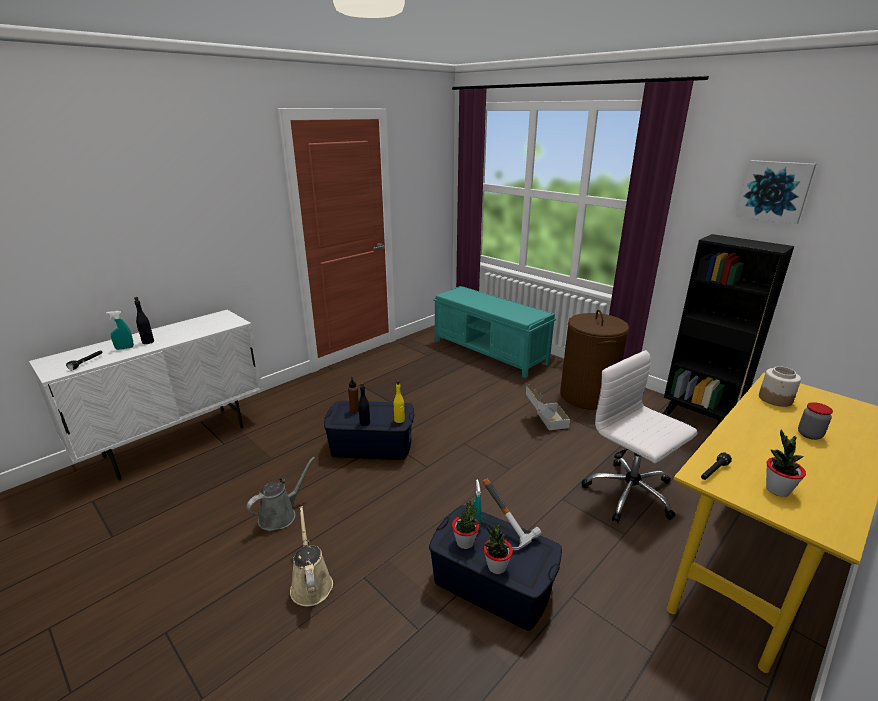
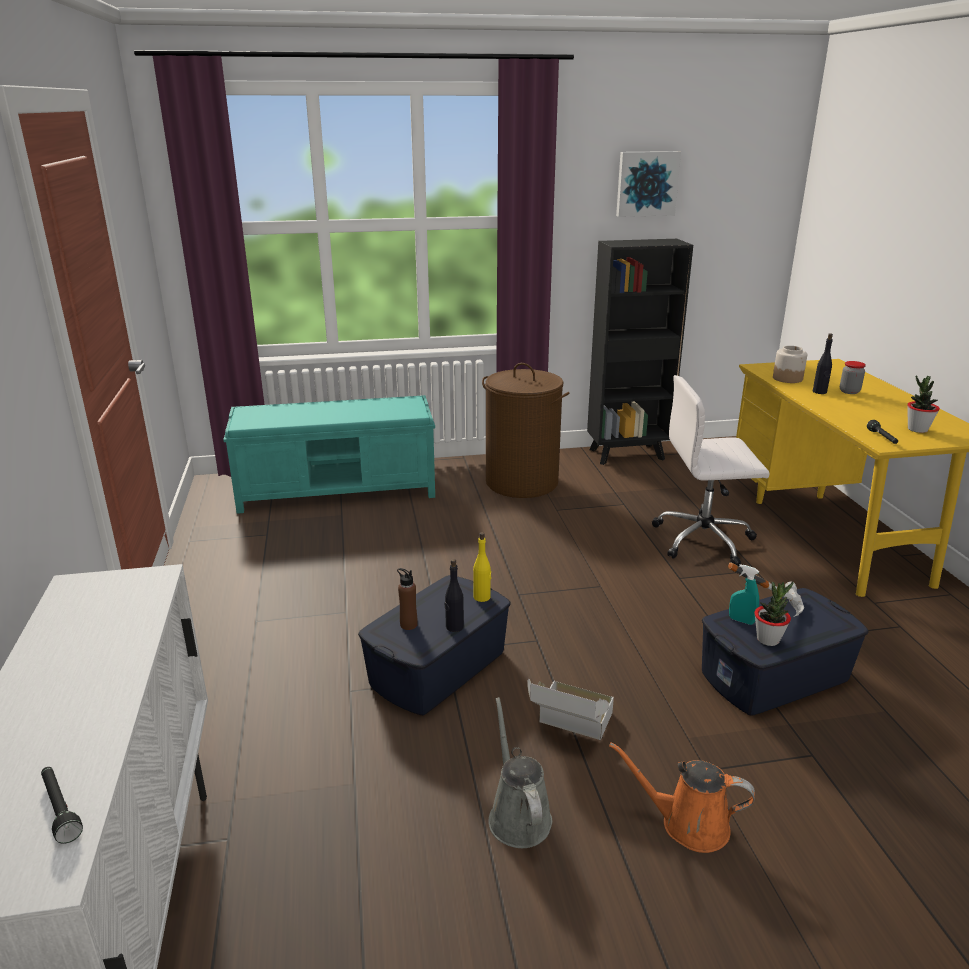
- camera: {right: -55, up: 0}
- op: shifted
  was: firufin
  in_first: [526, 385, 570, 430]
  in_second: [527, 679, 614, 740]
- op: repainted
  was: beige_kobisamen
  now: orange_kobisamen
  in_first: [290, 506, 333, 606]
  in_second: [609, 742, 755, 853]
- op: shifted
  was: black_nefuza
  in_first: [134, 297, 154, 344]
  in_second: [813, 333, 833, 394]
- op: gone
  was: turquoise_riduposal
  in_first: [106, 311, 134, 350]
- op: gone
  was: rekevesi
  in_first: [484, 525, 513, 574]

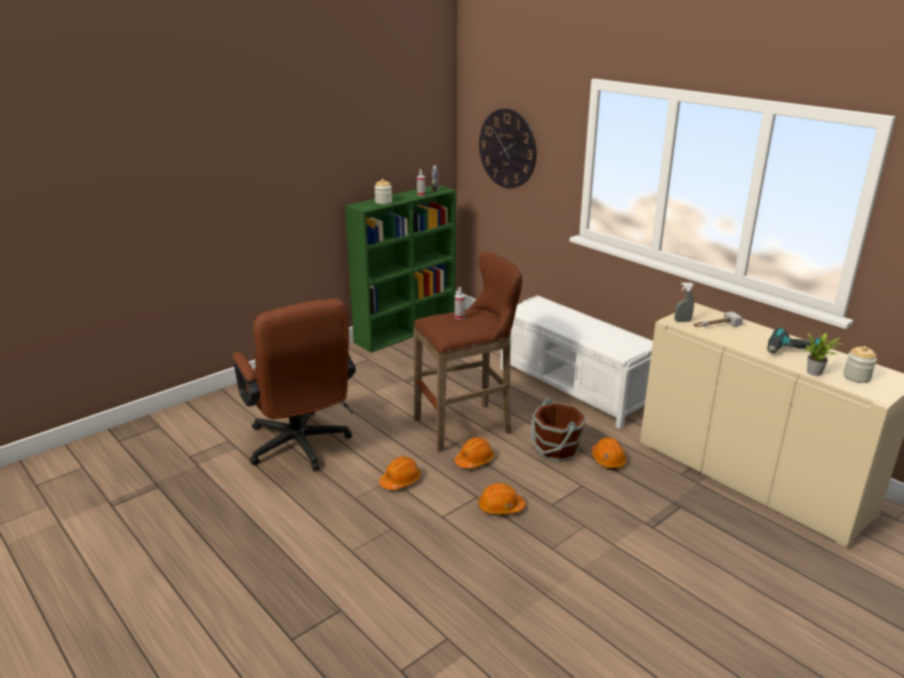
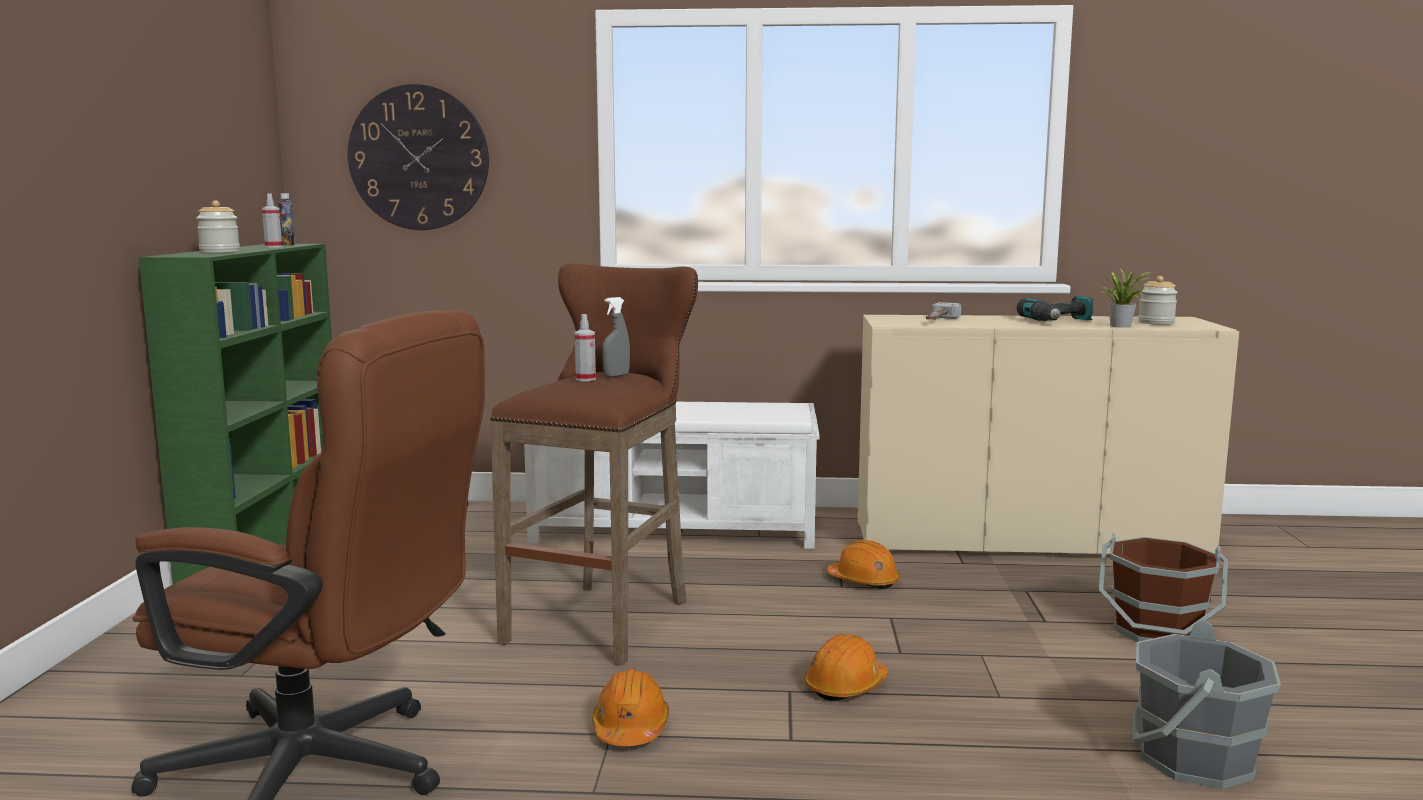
- camera: {right: -45, up: -15}
- op: shifted
  was: grey_riduposal
  in_first: [674, 282, 694, 322]
  in_second: [602, 297, 630, 377]
- op: shifted
  was: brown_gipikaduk
  in_first: [531, 398, 587, 462]
  in_second: [1099, 533, 1228, 642]
- op: new
  now: grey_gipikaduk
  in_second: [1132, 620, 1281, 789]
- op: gone
  was: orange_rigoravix
  in_first: [455, 437, 494, 469]

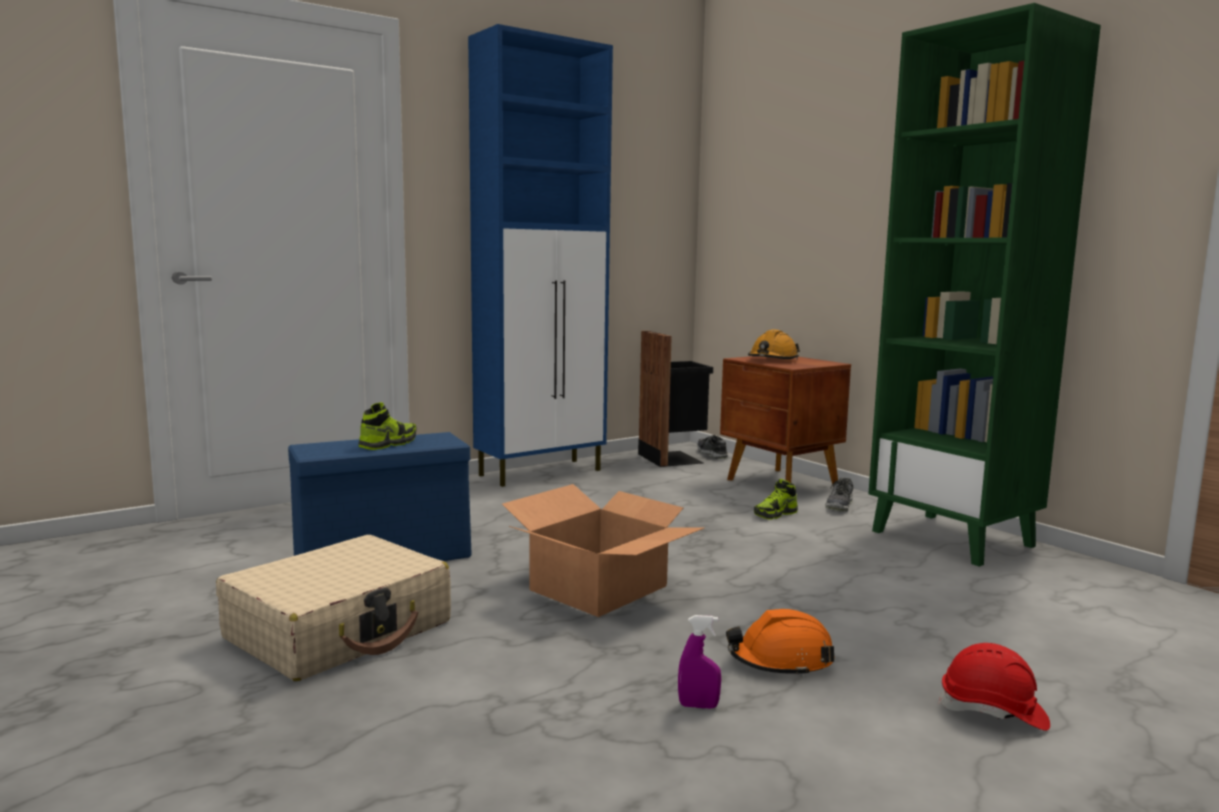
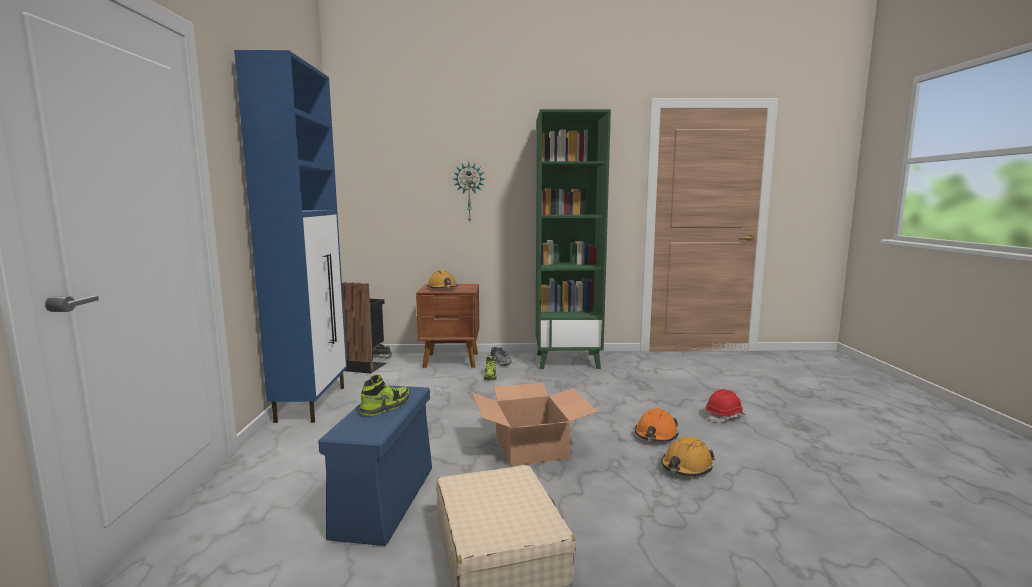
- camera: {right: -55, up: 0}
- op: rotated
  was: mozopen
  in_first: [359, 402, 416, 450]
  in_second: [359, 374, 409, 416]
  clockwise: 60
- op: new
  now: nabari
  in_second: [453, 162, 485, 223]
- op: swapped
  was: purple_riduposal
  now: orange_rigoravix
  in_first: [678, 615, 721, 709]
  in_second: [661, 437, 715, 476]

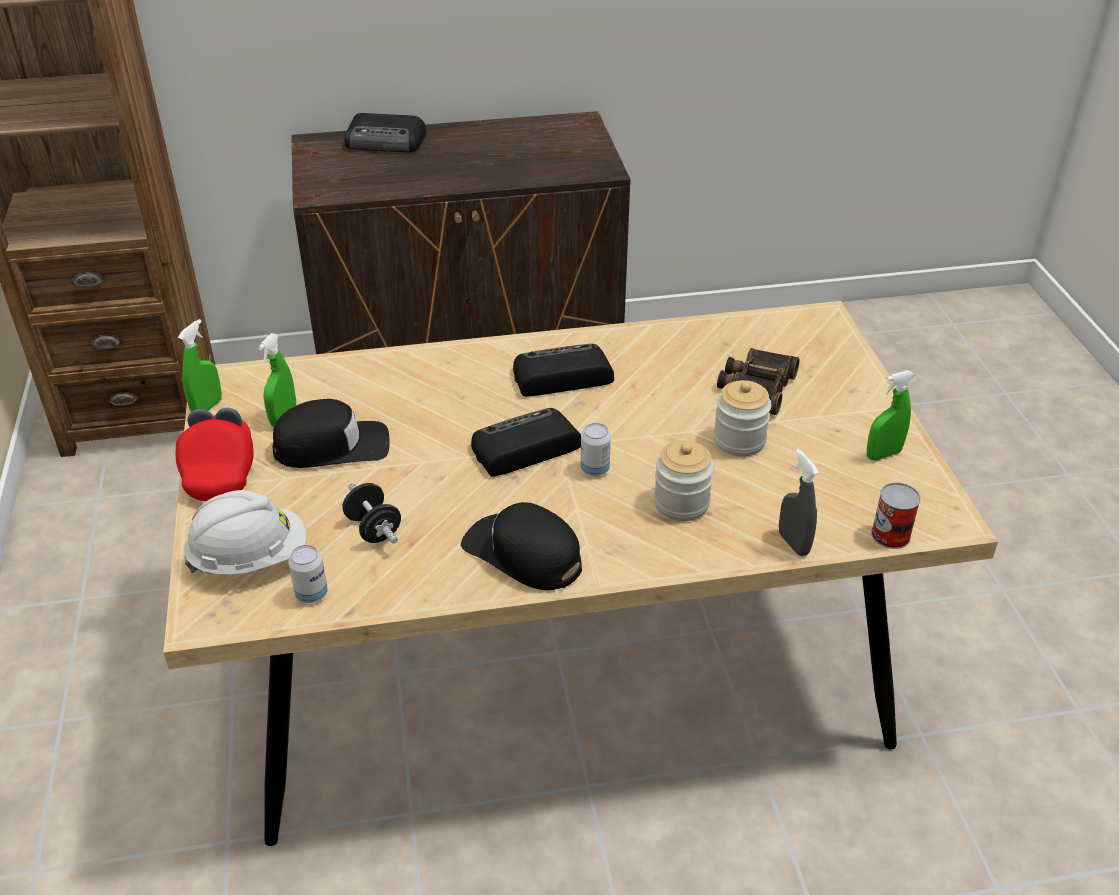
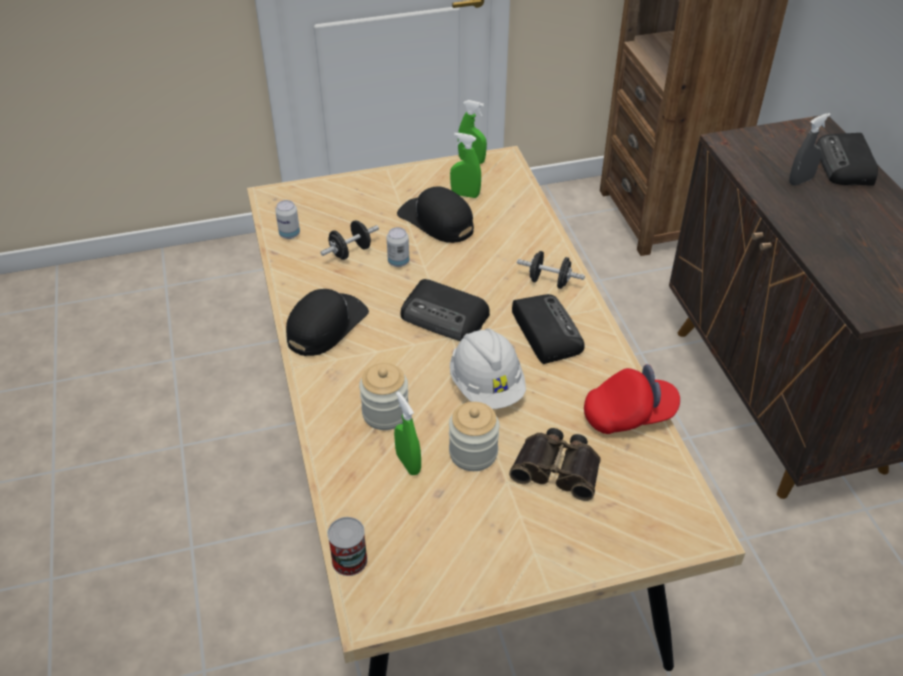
- camera: {right: 85, up: 5}
- op: shifted
  was: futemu
  in_first: [581, 423, 611, 476]
  in_second: [386, 227, 409, 267]
- op: shifted
  was: green_riduposal
  in_first: [867, 370, 914, 460]
  in_second: [394, 391, 421, 475]
- op: rotated
  was: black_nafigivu
  in_first: [272, 399, 390, 468]
  in_second: [397, 186, 474, 243]
  clockwise: 150
- op: rotated
  was: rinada
  in_first: [471, 408, 581, 477]
  in_second: [400, 279, 490, 341]
  clockwise: 150
- op: shifted
  was: white_rigoravix
  in_first: [184, 490, 306, 575]
  in_second: [450, 328, 526, 409]
- op: new
  now: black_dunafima
  in_second: [517, 251, 585, 289]
- op: shifted
  was: red_nafigivu
  in_first: [176, 408, 254, 501]
  in_second: [584, 364, 680, 434]
- op: shifted
  was: grey_riduposal
  in_first: [779, 449, 819, 556]
  in_second: [789, 113, 831, 185]

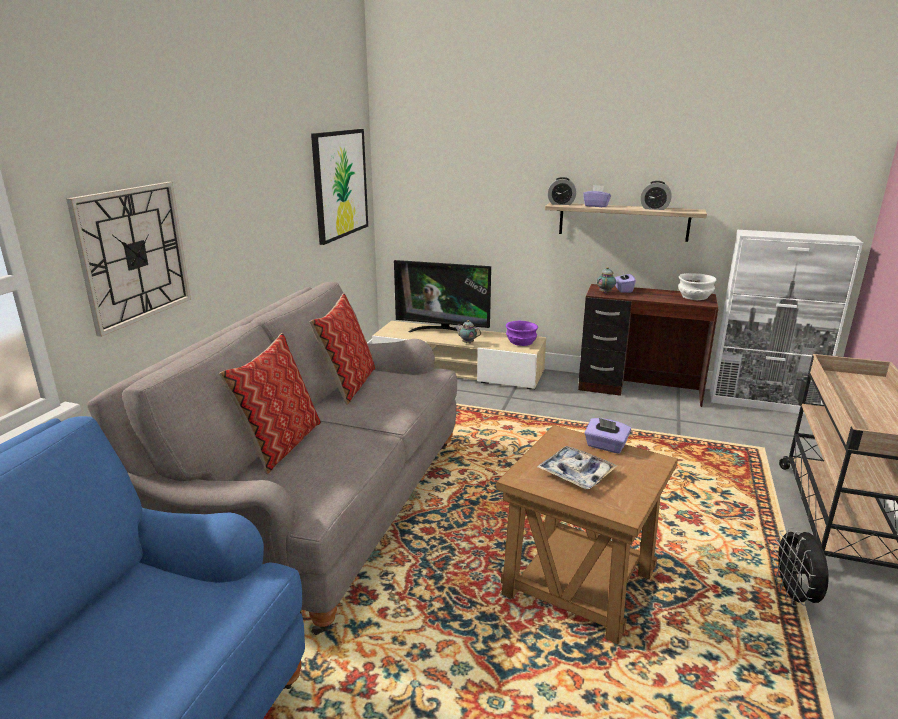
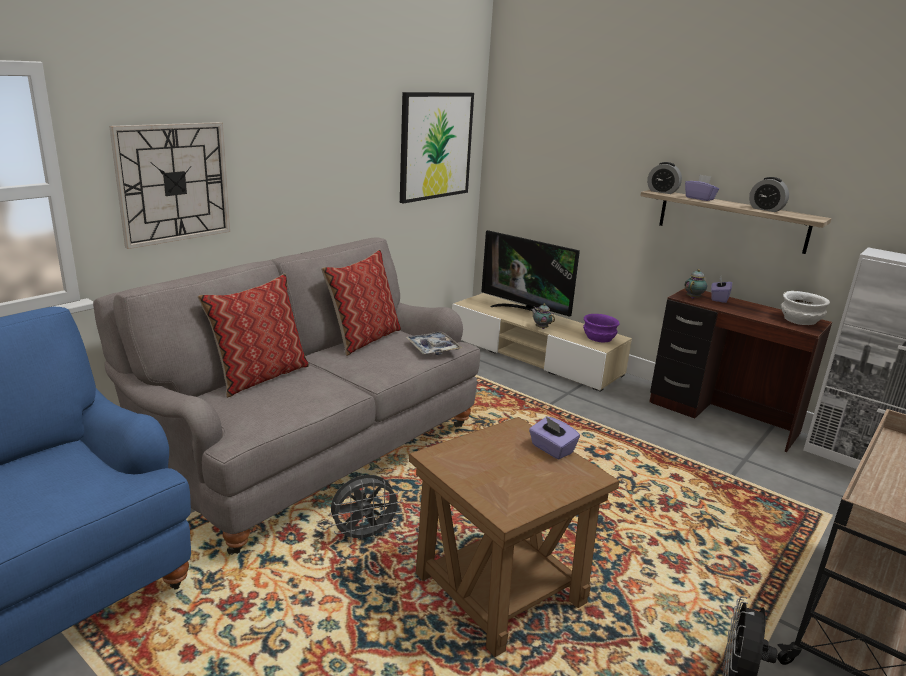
- camera: {right: 20, up: 0}
- op: new
  now: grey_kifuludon
  in_second: [330, 475, 403, 544]
- op: shifted
  was: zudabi
  in_first: [537, 446, 618, 489]
  in_second: [406, 331, 462, 355]

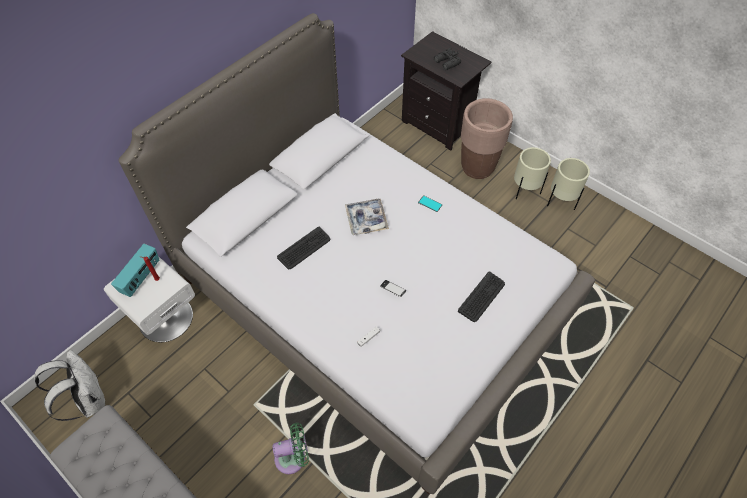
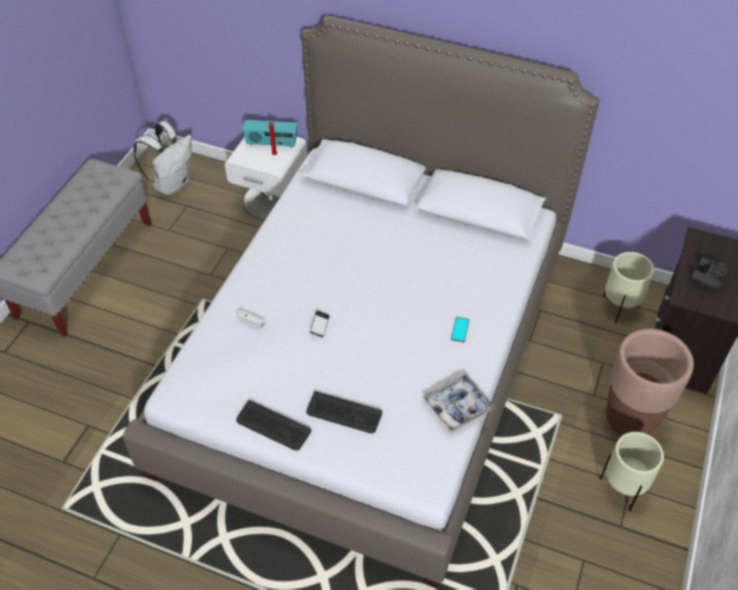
- camera: {right: 70, up: -5}
- op: shifted
  was: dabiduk
  in_first: [277, 227, 330, 269]
  in_second: [236, 400, 311, 451]
- op: shifted
  was: zudabi
  in_first: [345, 198, 389, 235]
  in_second: [423, 372, 495, 433]
- op: shifted
  was: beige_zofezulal
  in_first: [547, 158, 590, 210]
  in_second: [603, 252, 654, 324]
- op: gone
  was: green_kifuludon
  in_first: [272, 423, 309, 474]

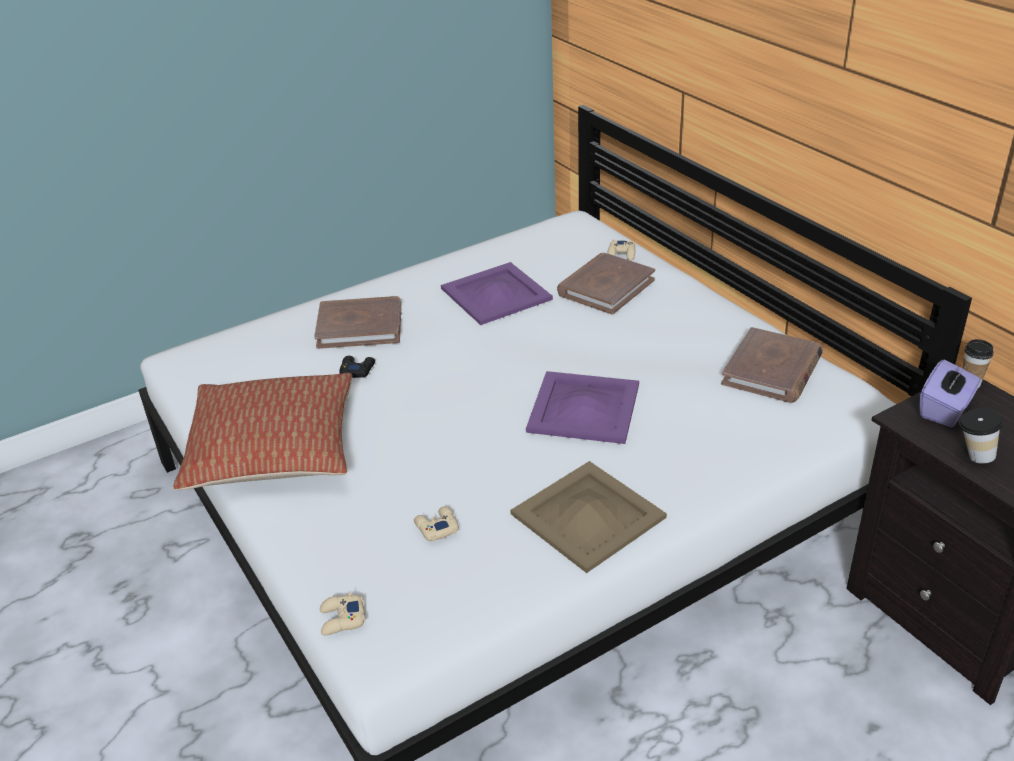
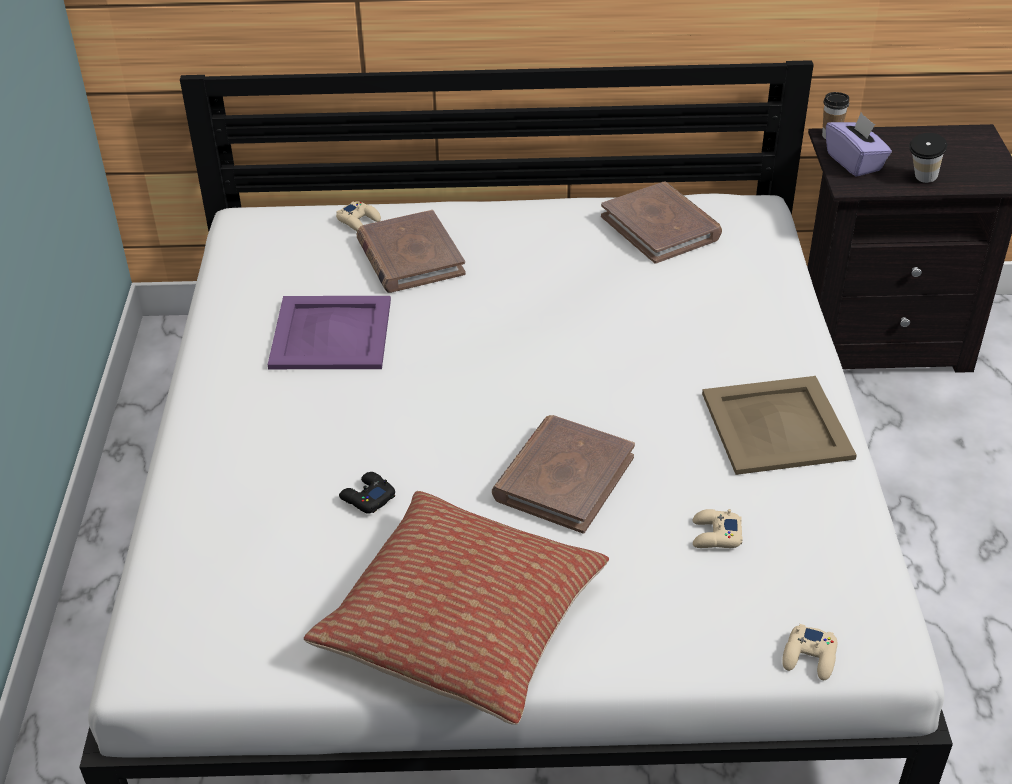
- camera: {right: -60, up: 5}
- op: shifted
  was: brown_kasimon
  in_first: [314, 296, 401, 349]
  in_second: [492, 415, 635, 534]
- op: gone
  was: purple_zudabi
  in_first: [526, 371, 639, 444]

